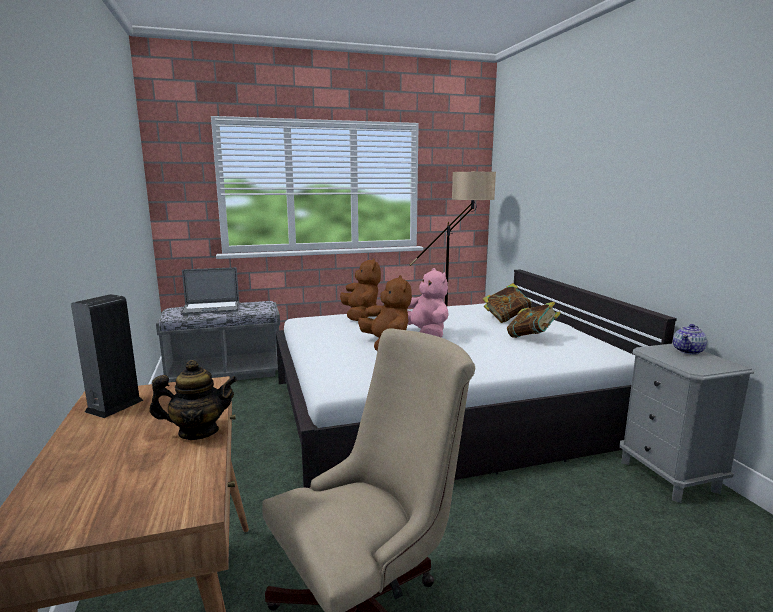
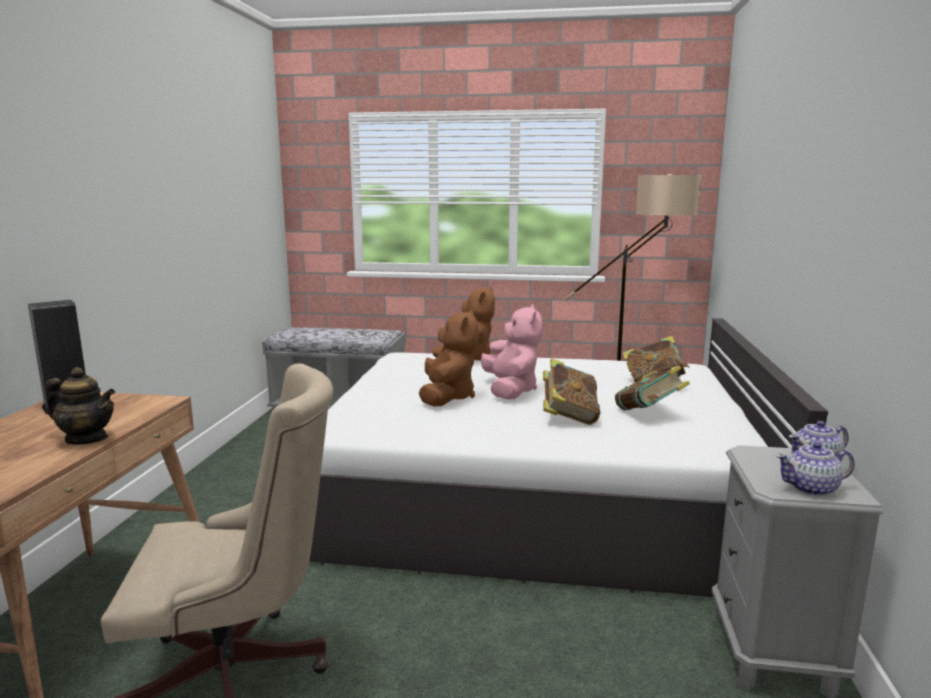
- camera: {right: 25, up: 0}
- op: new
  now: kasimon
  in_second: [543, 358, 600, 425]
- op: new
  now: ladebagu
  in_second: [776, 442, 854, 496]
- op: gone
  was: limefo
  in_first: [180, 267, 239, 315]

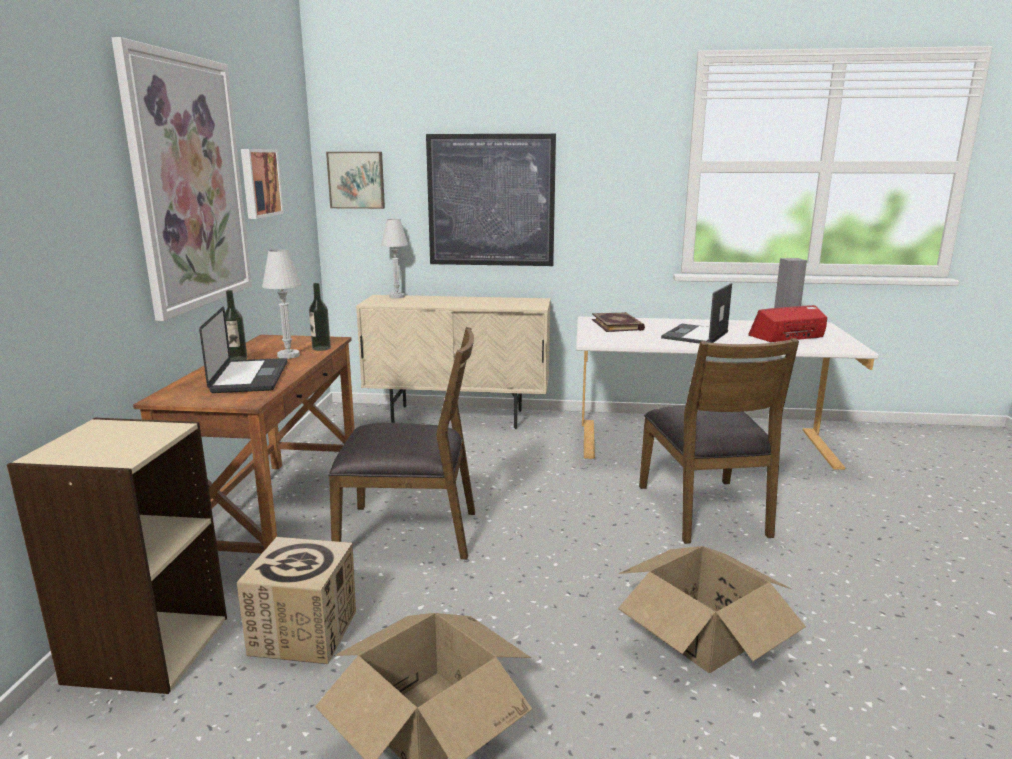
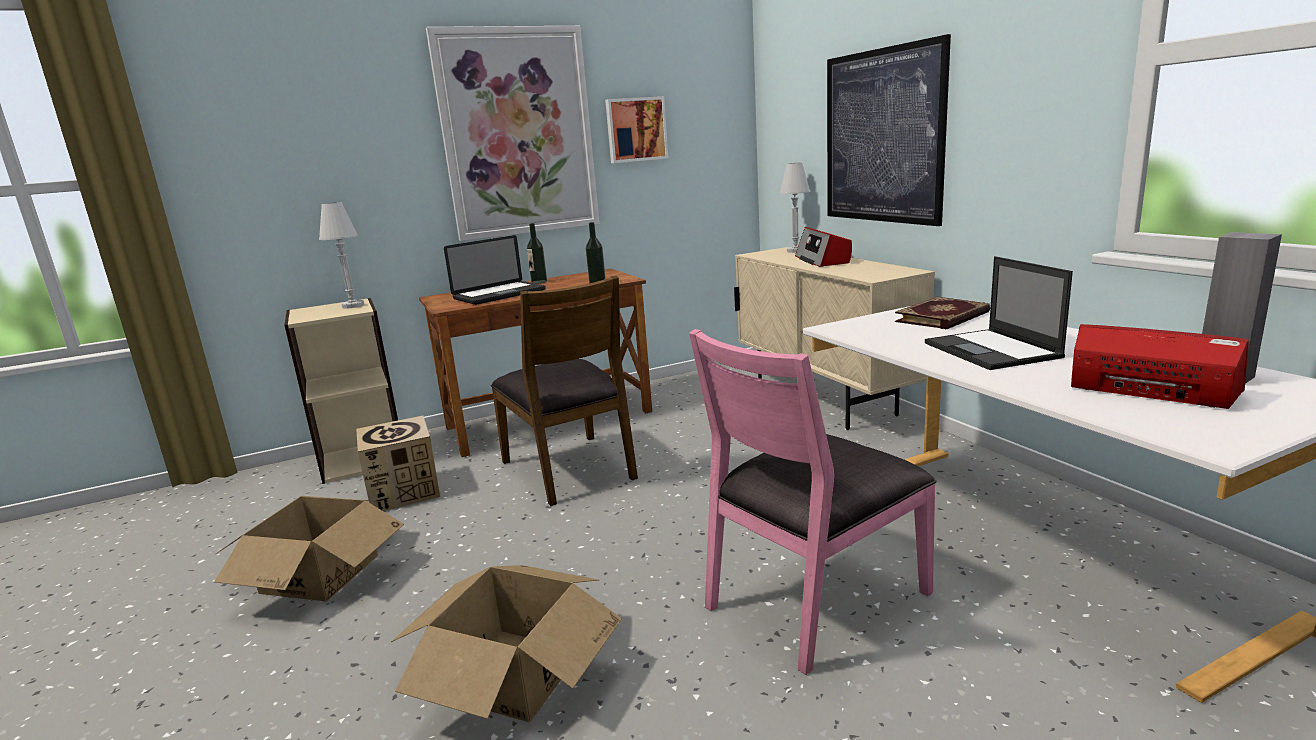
- camera: {right: 60, up: 0}
- op: shifted
  was: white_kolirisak
  in_first: [262, 249, 301, 359]
  in_second: [319, 202, 364, 309]
- op: repainted
  was: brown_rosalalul
  now: pink_rosalalul
  in_first: [639, 338, 799, 544]
  in_second: [689, 329, 936, 675]
- op: new
  now: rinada
  in_second: [795, 227, 852, 267]
- op: rotated
  was: limefo
  in_first: [661, 283, 732, 344]
  in_second: [925, 256, 1073, 370]
  clockwise: -105
- op: gone
  was: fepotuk
  in_first: [326, 152, 385, 209]

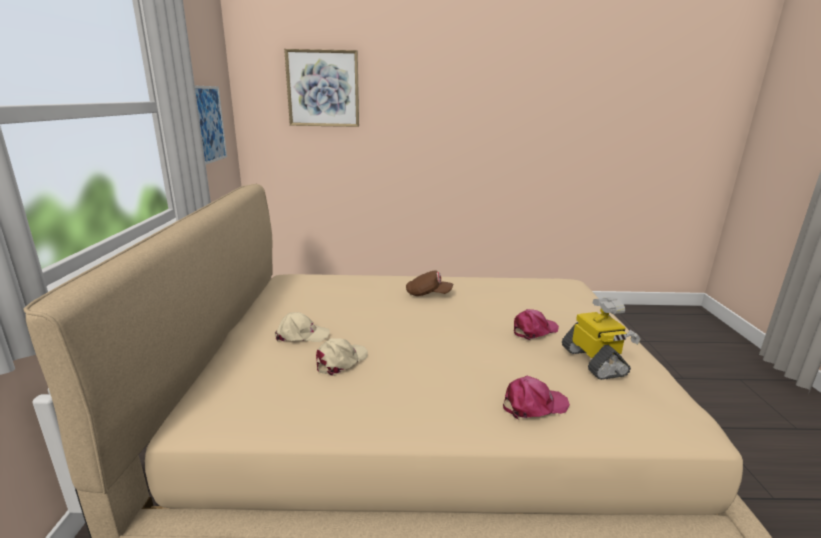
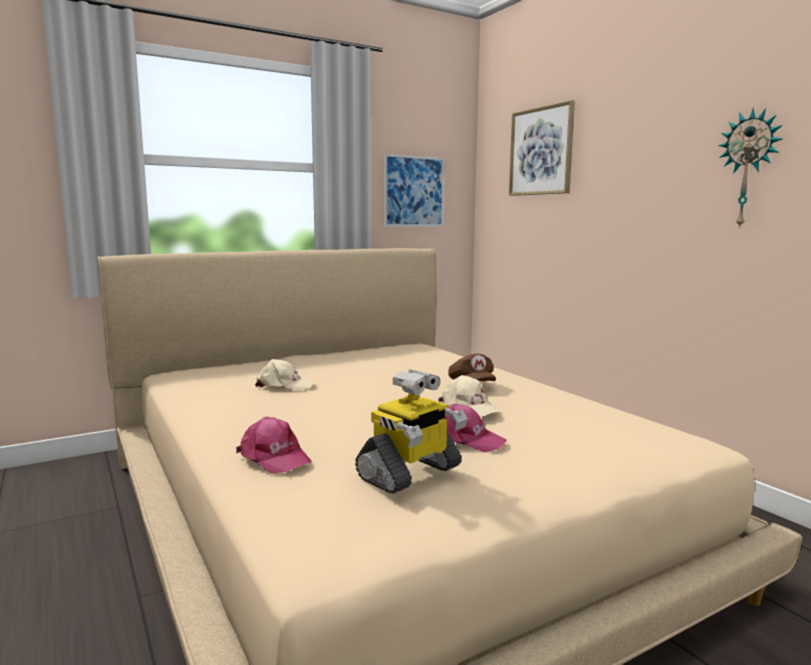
- camera: {right: 60, up: -10}
- op: shifted
  was: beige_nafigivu
  in_first: [275, 312, 330, 342]
  in_second: [438, 375, 499, 416]
- op: new
  now: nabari
  in_second: [718, 108, 782, 229]

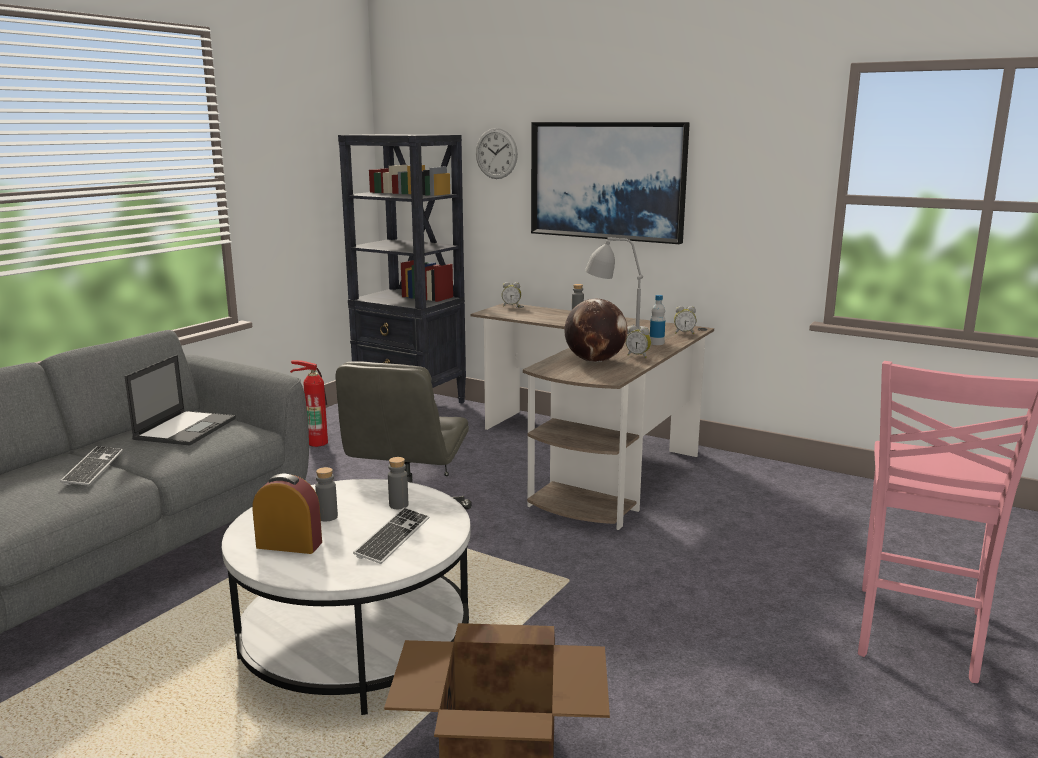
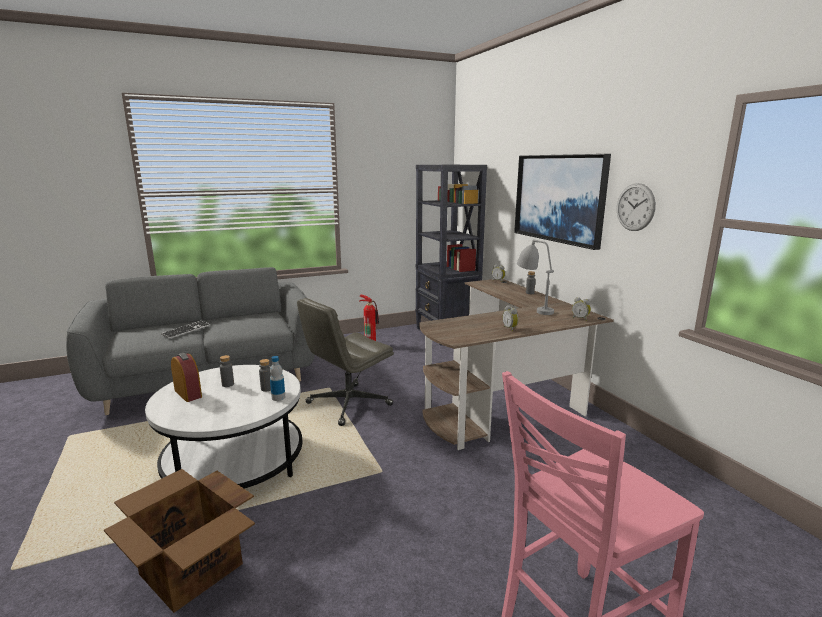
- camera: {right: 35, up: 0}
- op: shifted
  was: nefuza
  in_first: [650, 295, 665, 345]
  in_second: [270, 356, 285, 401]
- op: shifted
  was: nabari
  in_first: [476, 128, 518, 179]
  in_second: [617, 183, 656, 231]
- op: gone
  was: limefo
  in_first: [124, 355, 236, 445]
- op: gone
  was: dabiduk
  in_first: [353, 508, 430, 564]
- op: gone
  was: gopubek
  in_first: [564, 299, 628, 362]

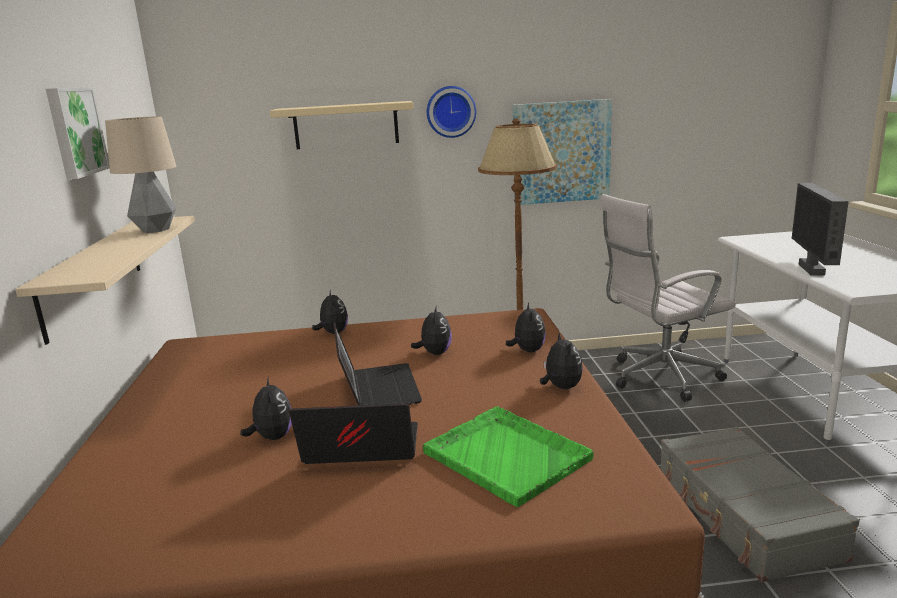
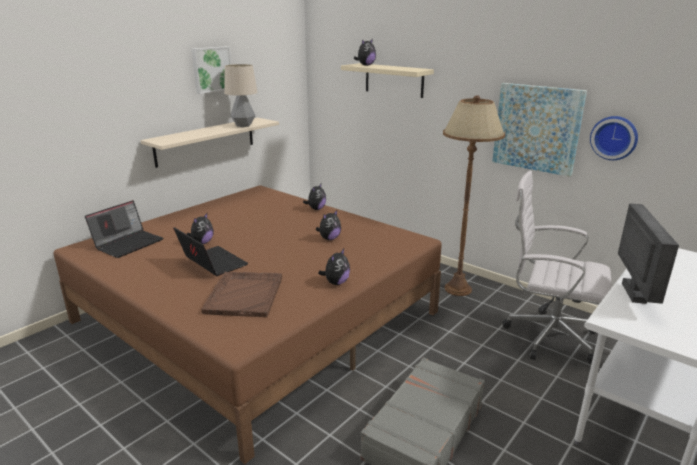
- camera: {right: 45, up: 5}
- op: shifted
  was: limefo
  in_first: [333, 323, 422, 405]
  in_second: [85, 200, 163, 258]
- op: repainted
  was: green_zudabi
  now: brown_zudabi
  in_first: [423, 407, 594, 507]
  in_second: [202, 272, 282, 317]
- op: shifted
  was: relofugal
  in_first: [506, 303, 546, 352]
  in_second: [354, 39, 376, 66]
- op: shifted
  was: nabari
  in_first: [427, 86, 476, 138]
  in_second: [590, 116, 638, 160]
- op: rotated
  was: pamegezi
  in_first: [792, 183, 849, 276]
  in_second: [618, 203, 679, 304]
  clockwise: 135

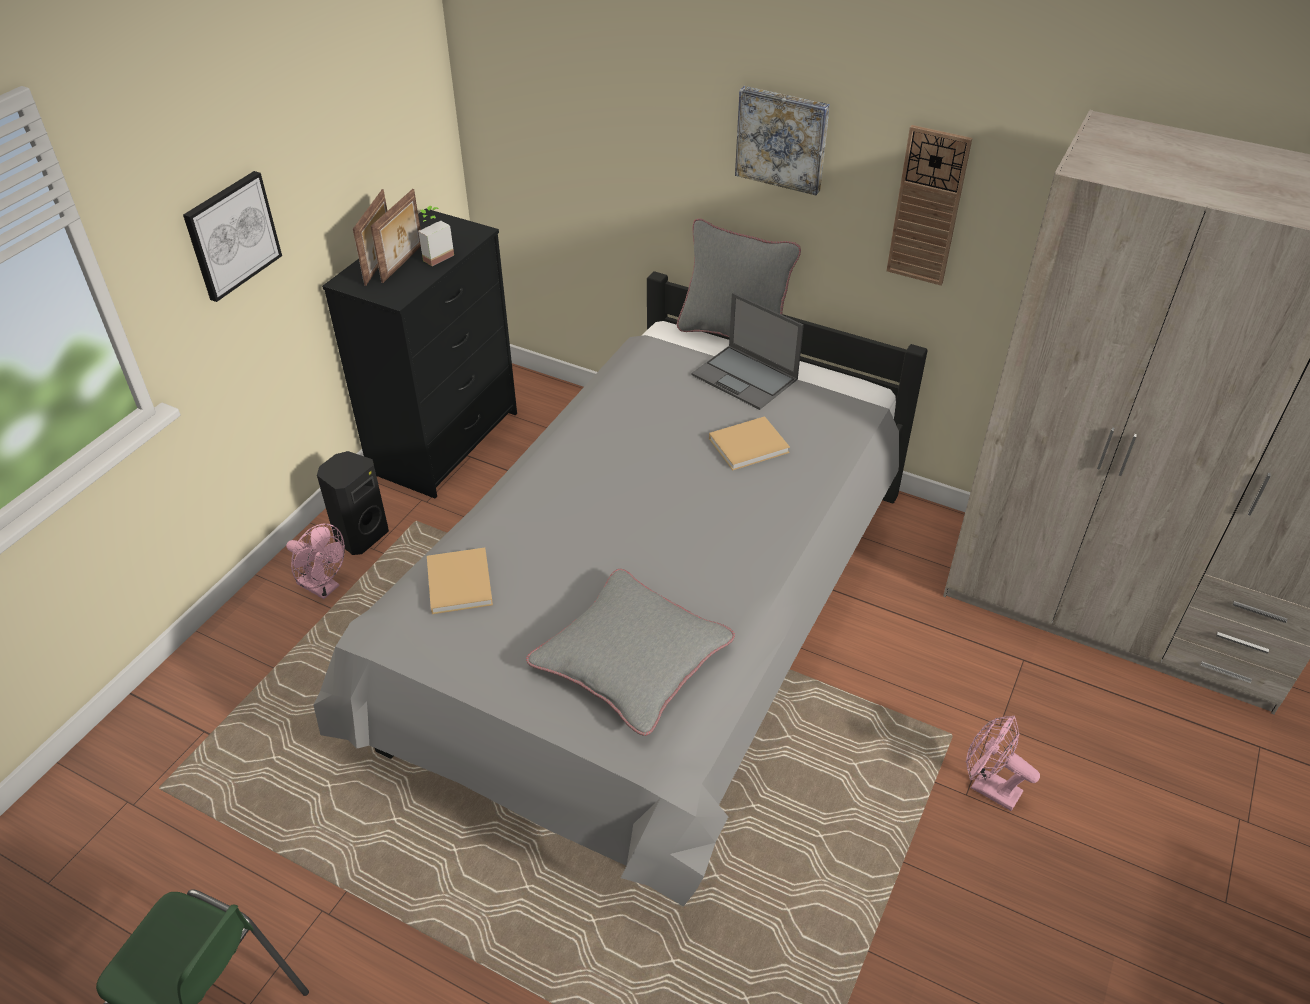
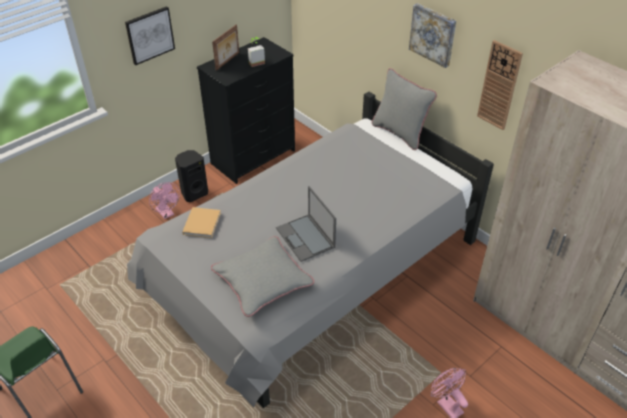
- camera: {right: 20, up: 0}
- op: shifted
  was: limefo
  in_first: [692, 293, 804, 410]
  in_second: [276, 186, 336, 262]
- op: gone
  was: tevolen
  in_first: [371, 189, 421, 283]
- op: gone
  was: beige_kasimon
  in_first: [709, 416, 790, 470]

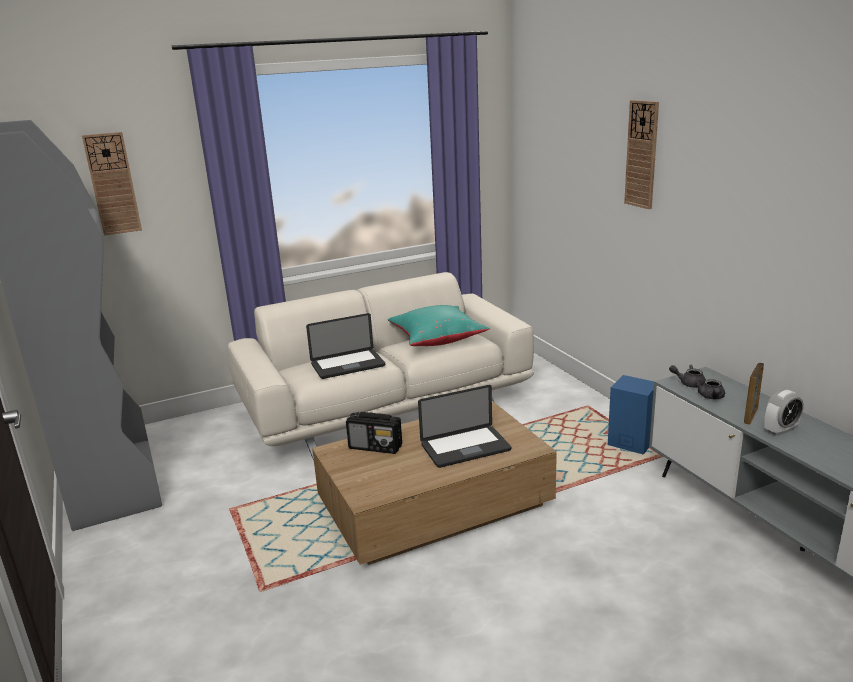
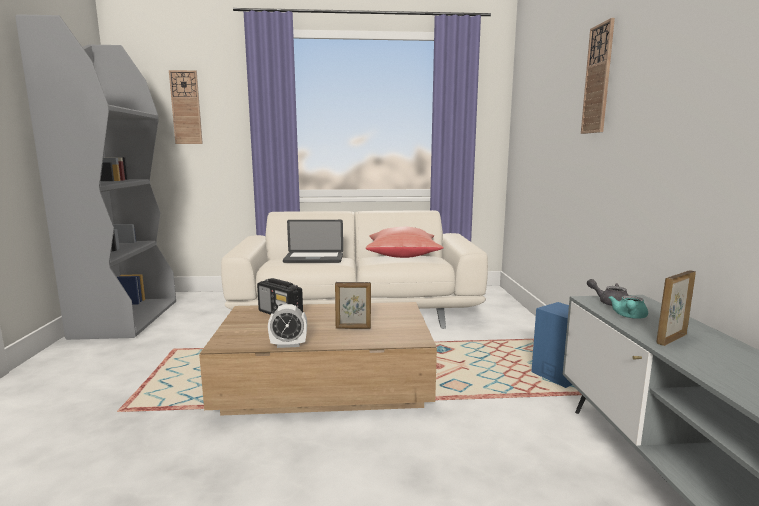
- camera: {right: 20, up: -10}
- op: shifted
  was: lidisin
  in_first: [764, 390, 804, 436]
  in_second: [268, 304, 307, 348]
- op: swapped
  was: limefo
  now: tevolen
  in_first: [418, 385, 511, 468]
  in_second: [335, 282, 371, 329]
- op: repainted
  was: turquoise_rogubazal
  now: red_rogubazal
  in_first: [388, 305, 490, 346]
  in_second: [366, 227, 443, 258]
- op: repainted
  was: grey_ladebagu
  now: turquoise_ladebagu
  in_first: [695, 379, 725, 399]
  in_second: [608, 296, 648, 319]

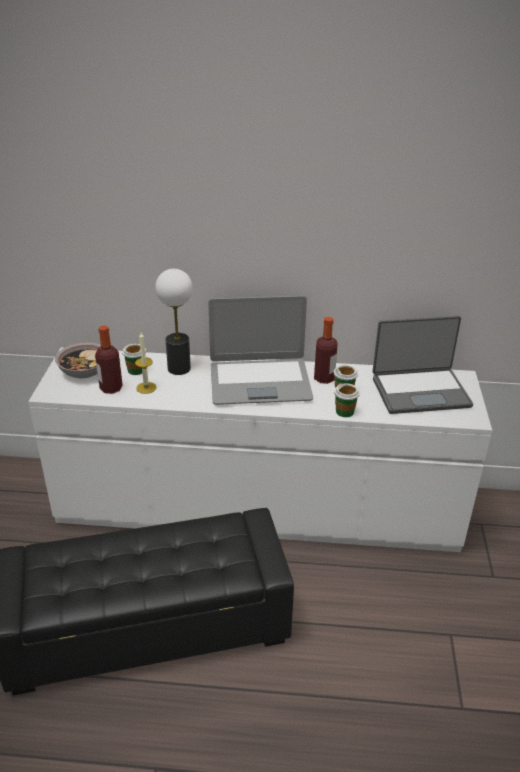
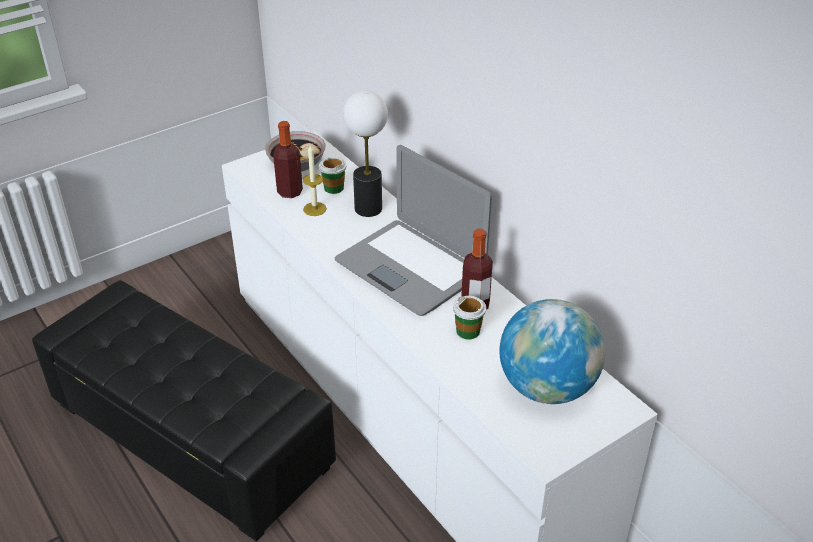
- camera: {right: 50, up: 5}
- op: swapped
  was: limefo
  now: gopubek
  in_first: [372, 316, 473, 414]
  in_second: [499, 299, 605, 404]
- op: gone
  was: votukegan
  in_first: [334, 383, 360, 417]

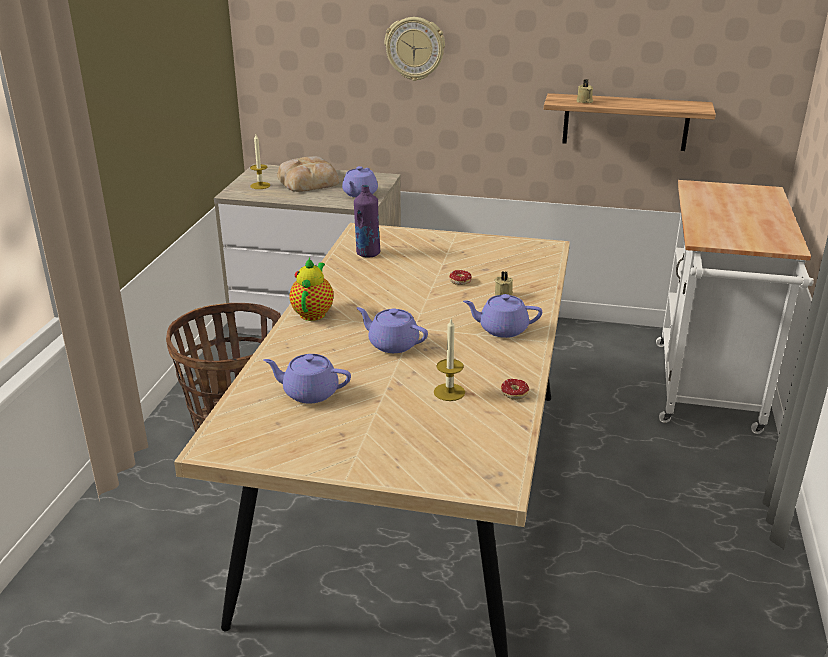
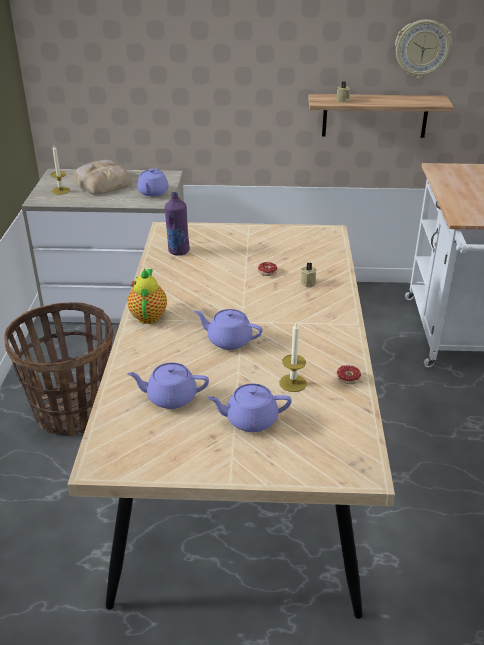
- camera: {right: -10, up: 5}
- op: shifted
  was: purple_ladebagu
  in_first: [463, 294, 542, 338]
  in_second: [207, 383, 292, 432]
- op: shifted
  was: nabari
  in_first: [385, 17, 445, 81]
  in_second: [395, 19, 452, 79]

